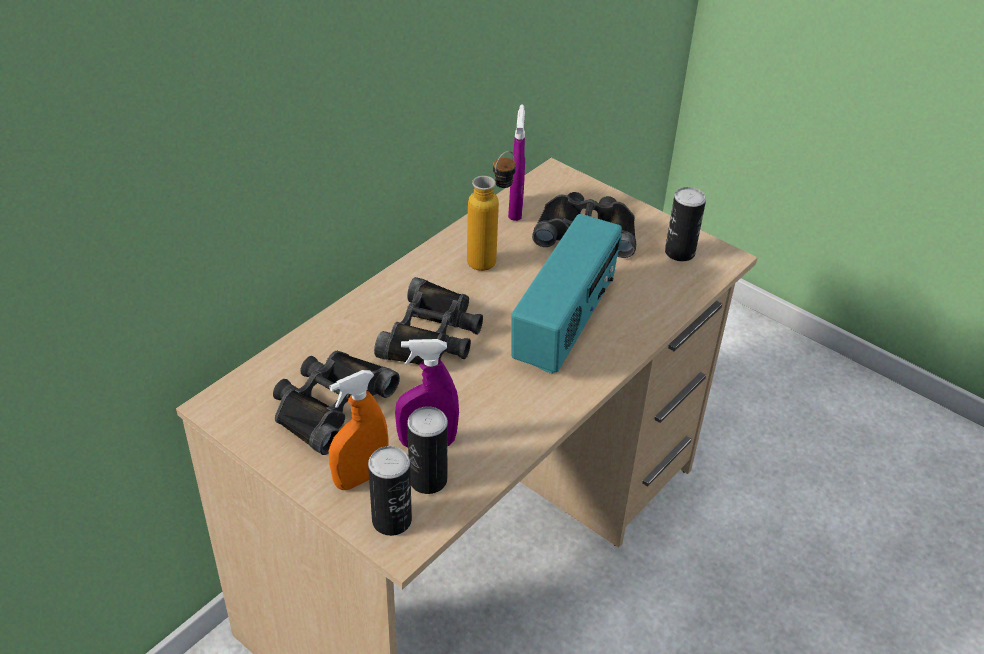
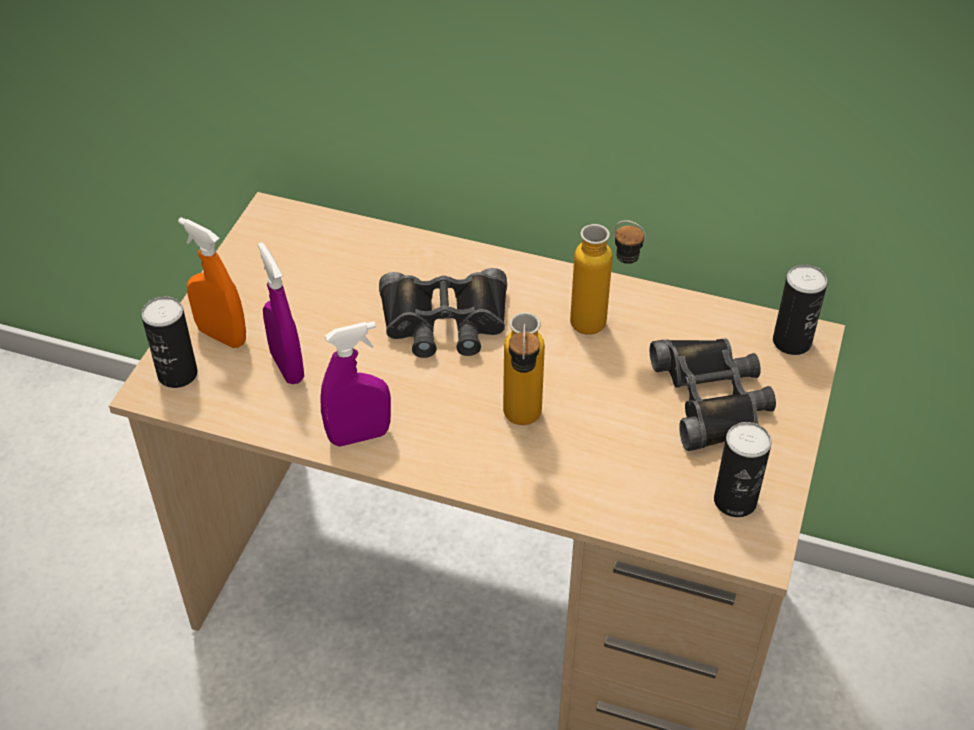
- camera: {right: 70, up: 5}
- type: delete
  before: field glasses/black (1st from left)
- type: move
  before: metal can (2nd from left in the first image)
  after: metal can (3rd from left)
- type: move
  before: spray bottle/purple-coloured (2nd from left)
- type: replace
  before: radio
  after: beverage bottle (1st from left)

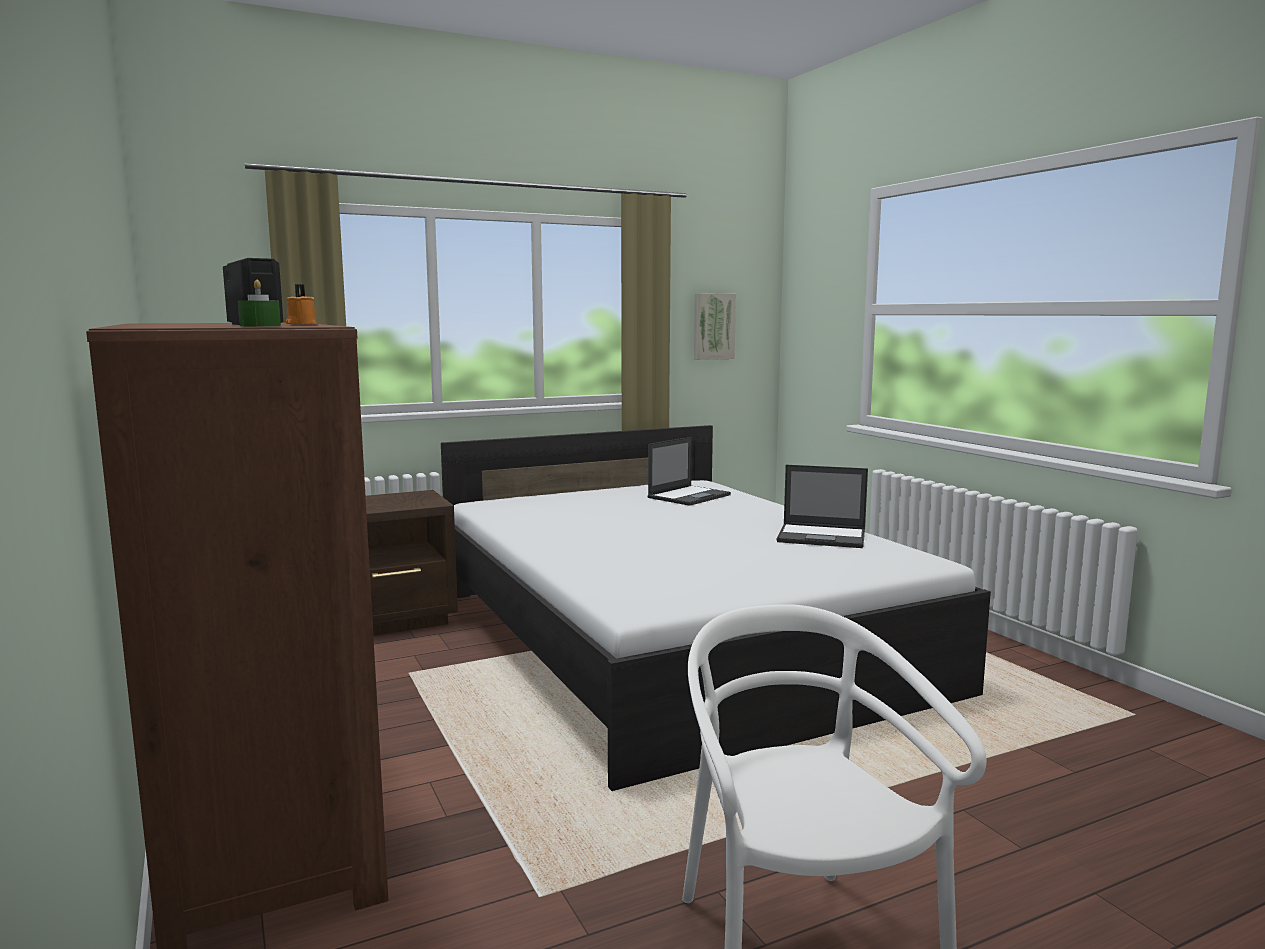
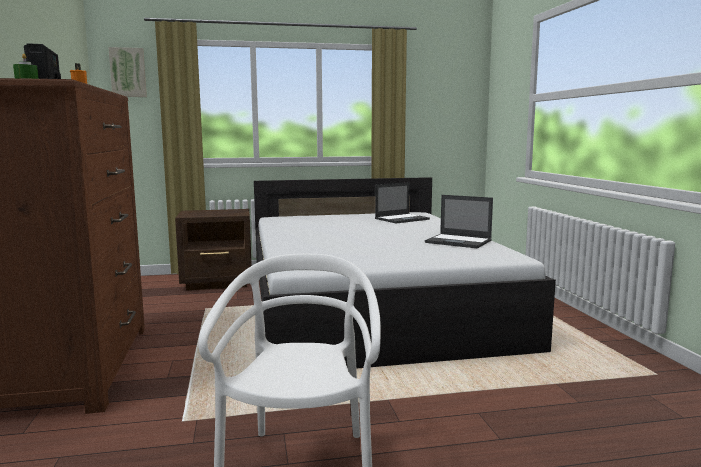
- camera: {right: 15, up: 0}
- type: move
  before: wall picture

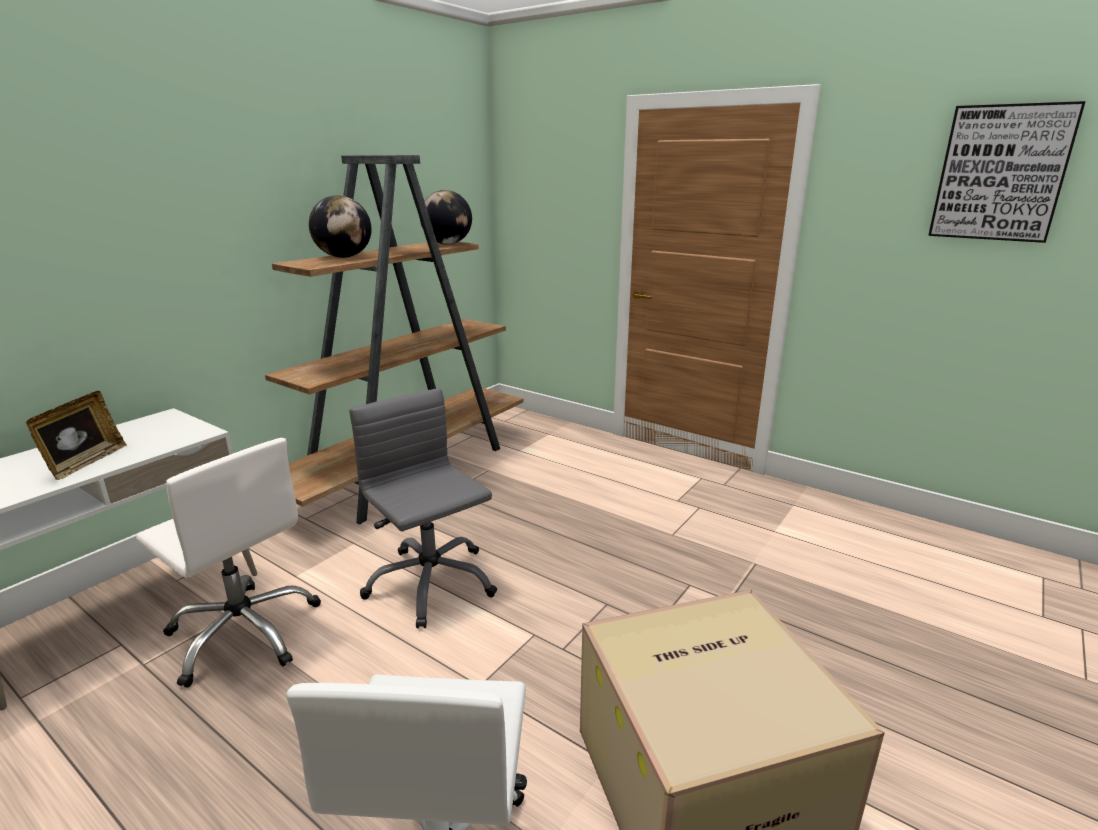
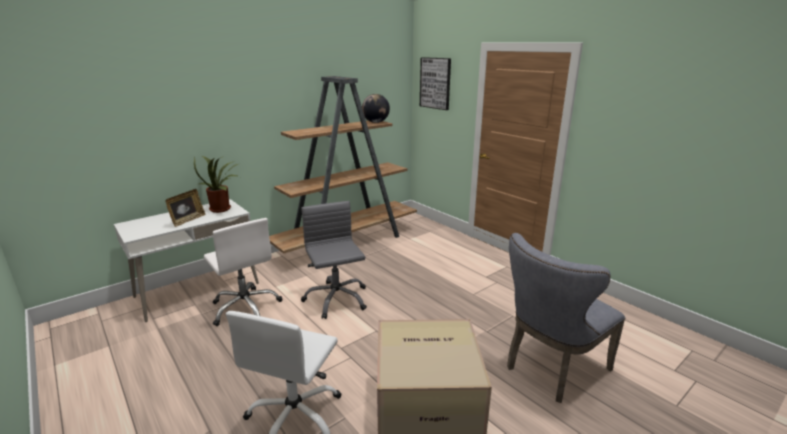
- camera: {right: 15, up: 0}
- type: delete
  before: world globe (1st from left)
- type: insert
  after: houseplant
- type: insert
  after: plain chair/greyish
- type: move
  before: wall picture

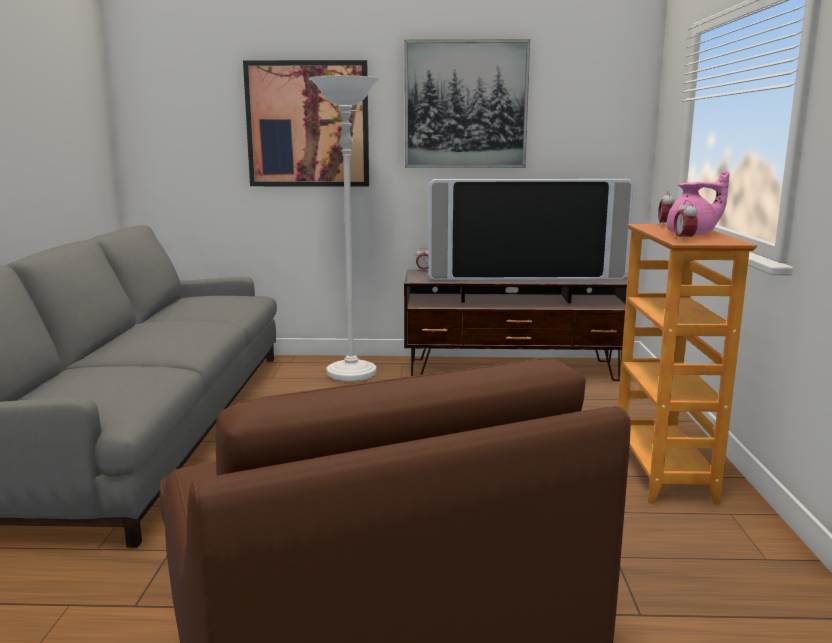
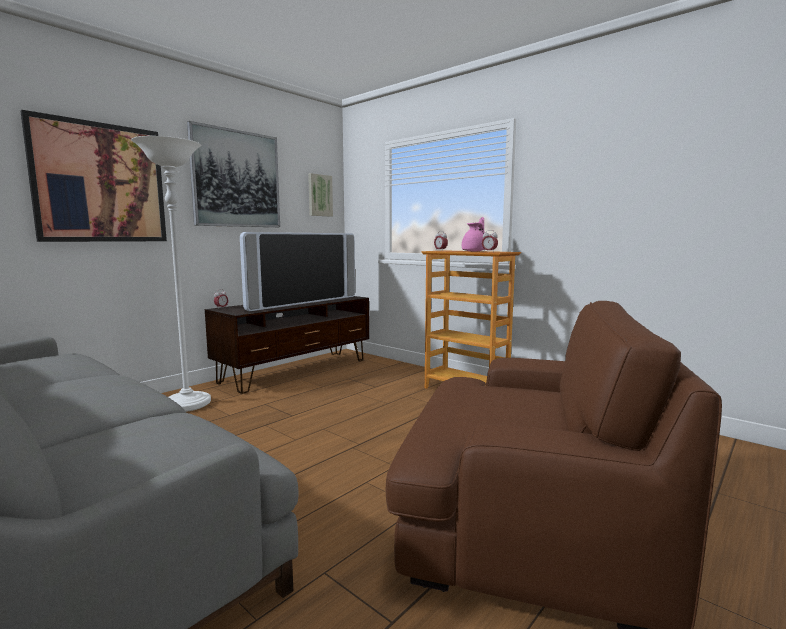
- camera: {right: -50, up: -5}
- type: insert
  after: wall picture (3rd from left)

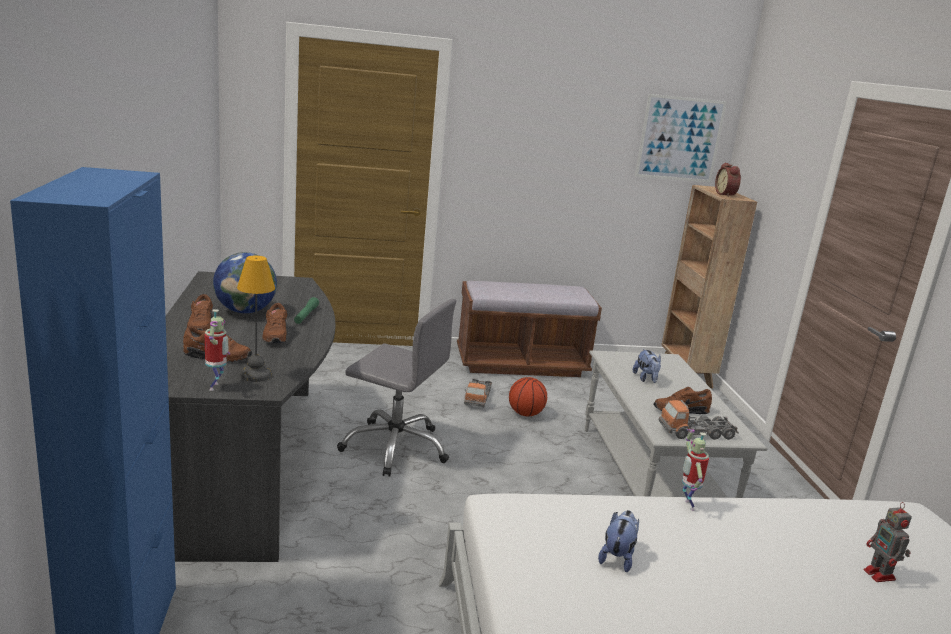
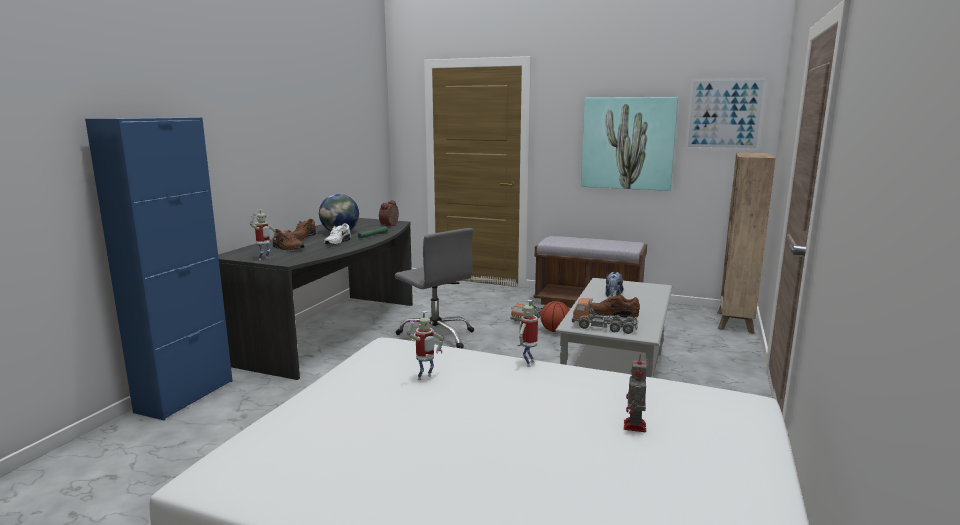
- camera: {right: 30, up: -5}
- type: delete
  before: table lamp
- type: insert
  after: wall picture (1st from left)
- type: move
  before: alarm clock
- type: replace
  before: plush toy (1st from left)
  after: model robot (2nd from left)
- type: recolor
  before: shoe/brown-coloured (3rd from left)
  after: shoe/whitish

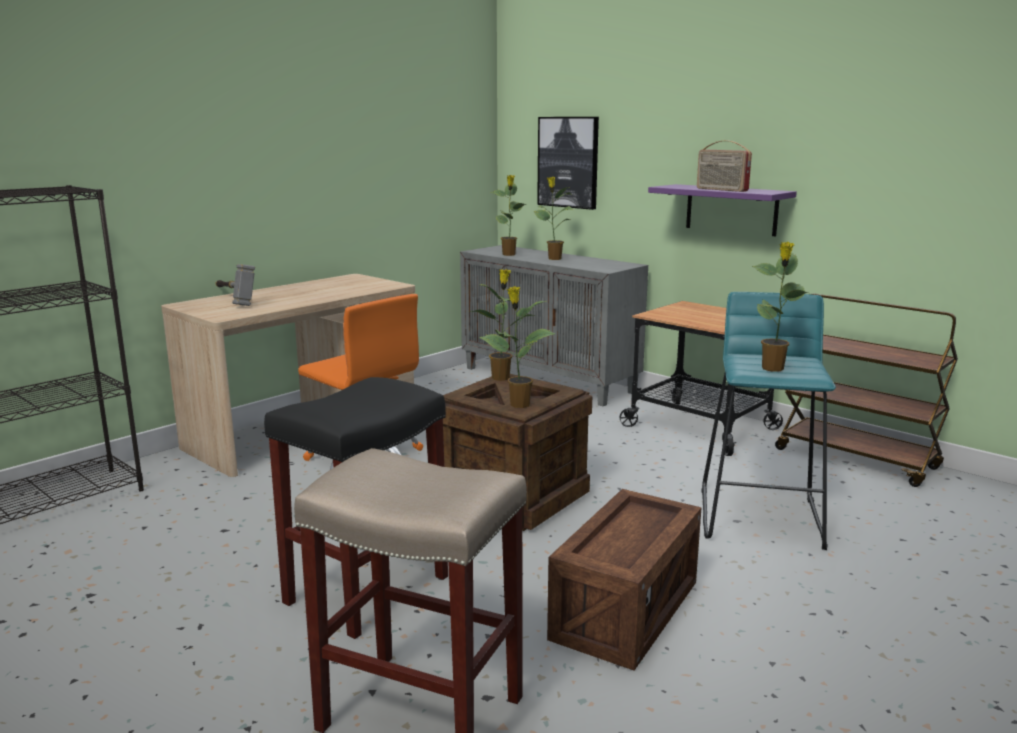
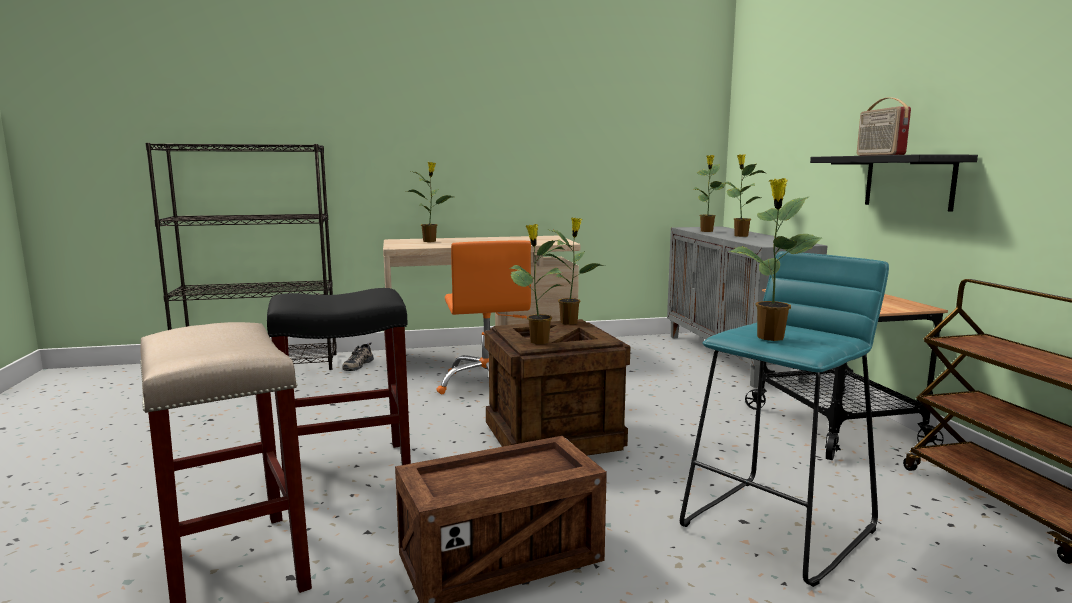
- camera: {right: 35, up: -5}
- type: delete
  before: wall picture
- type: insert
  after: shoe
- type: replace
  before: tool hammer
  after: houseplant (1st from left)
- type: recolor
  before: wall shelf/purple-coloured
  after: wall shelf/black

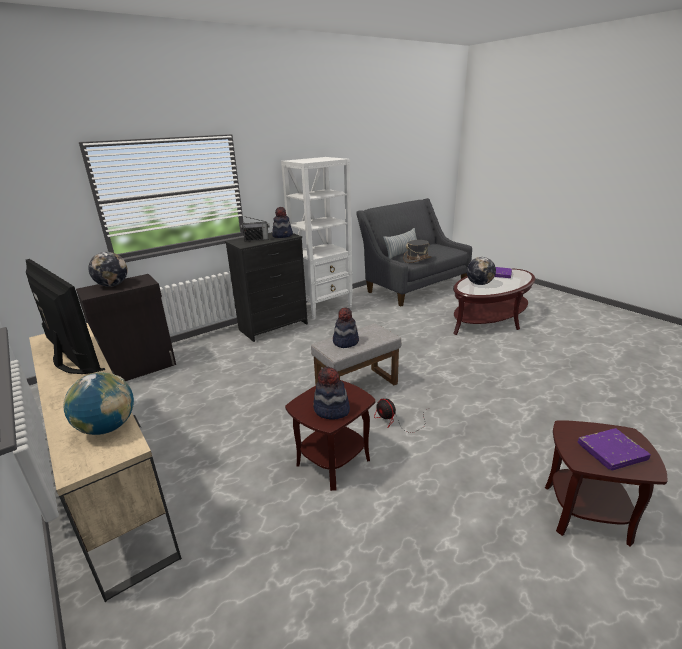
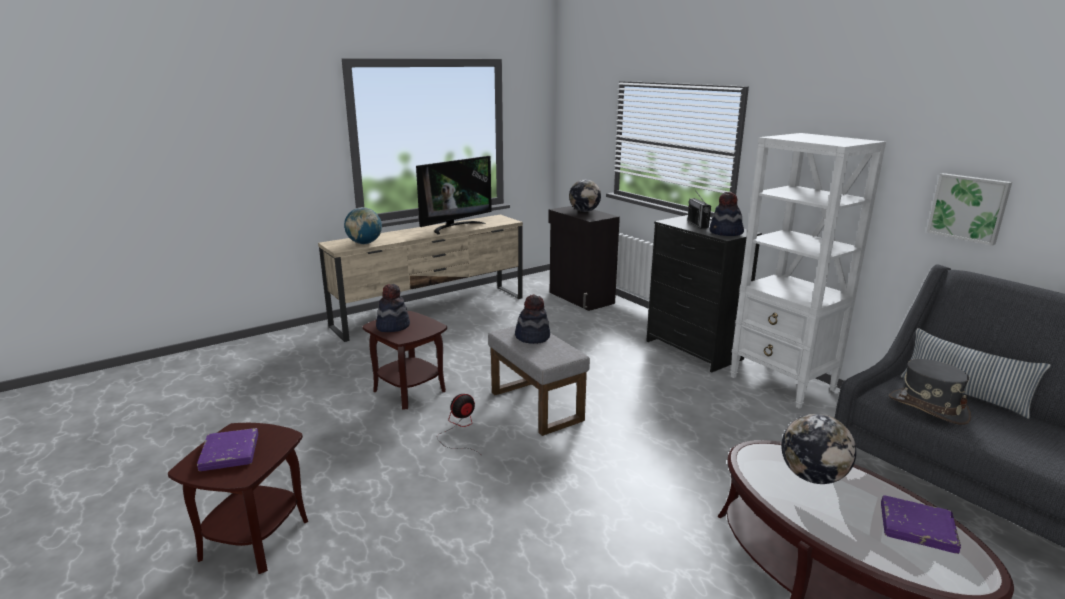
- camera: {right: 90, up: -5}
- type: insert
  after: wall picture

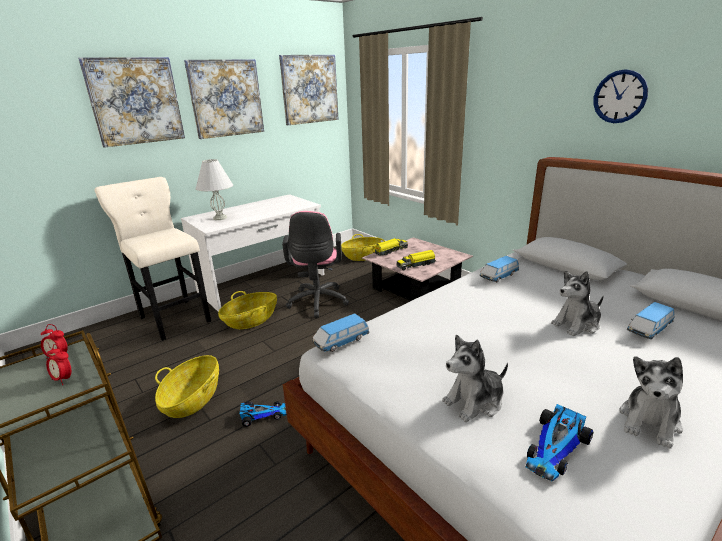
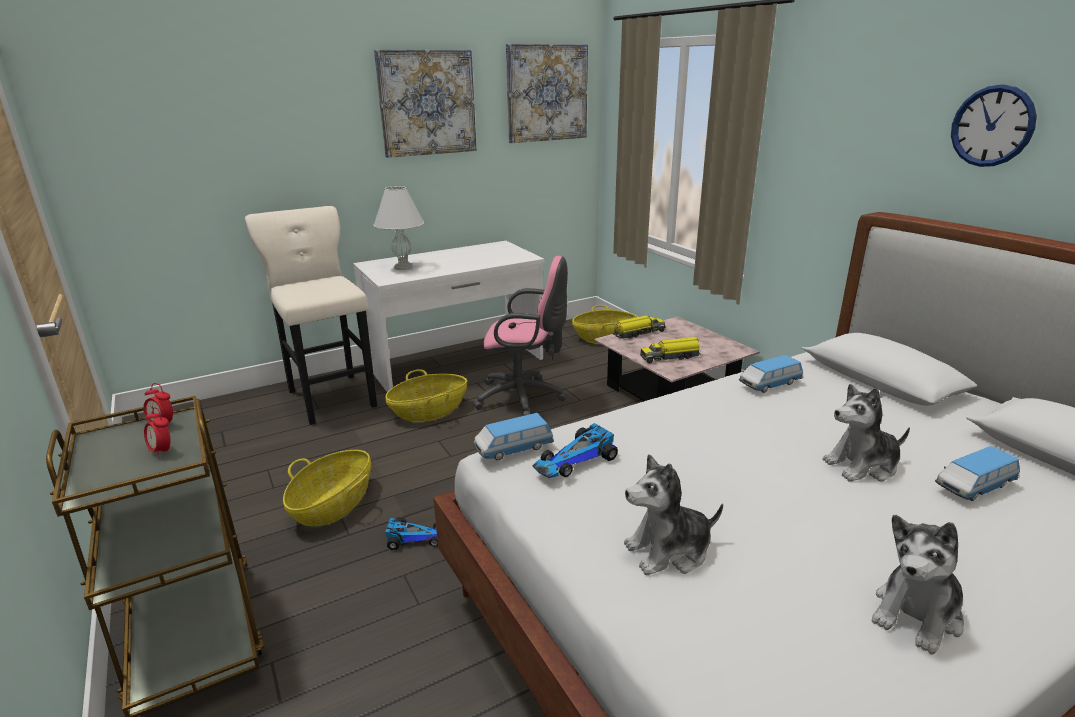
- camera: {right: 10, up: 0}
- type: delete
  before: wall picture (1st from left)
- type: move
  before: toy car (4th from left in the first image)
  after: toy car (3rd from left)
- type: rotate
  before: office chair/pink-coloured
  turn: -90

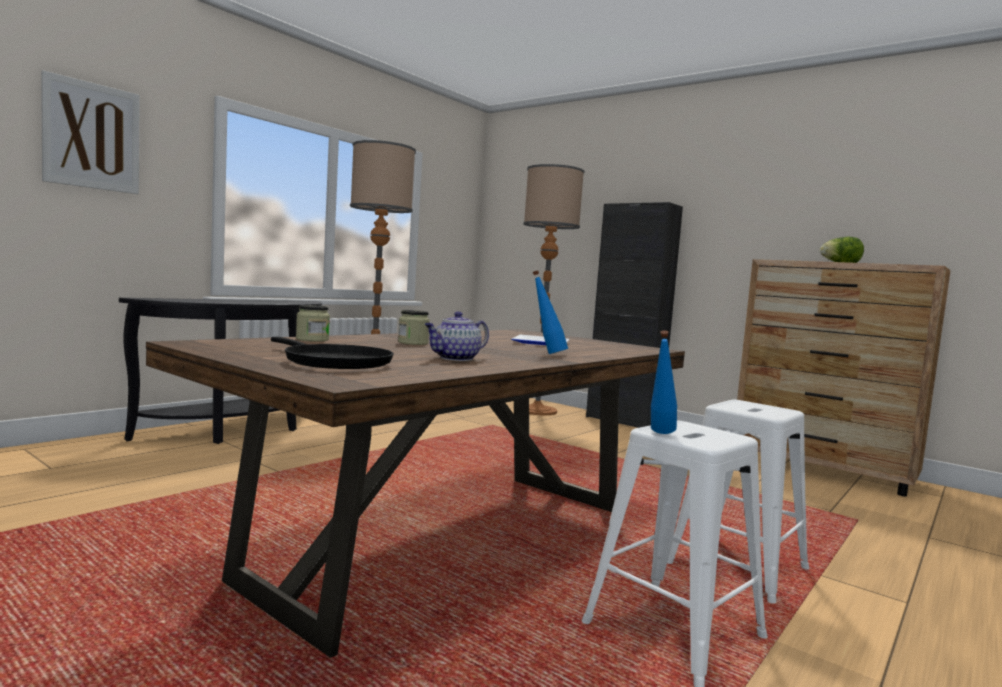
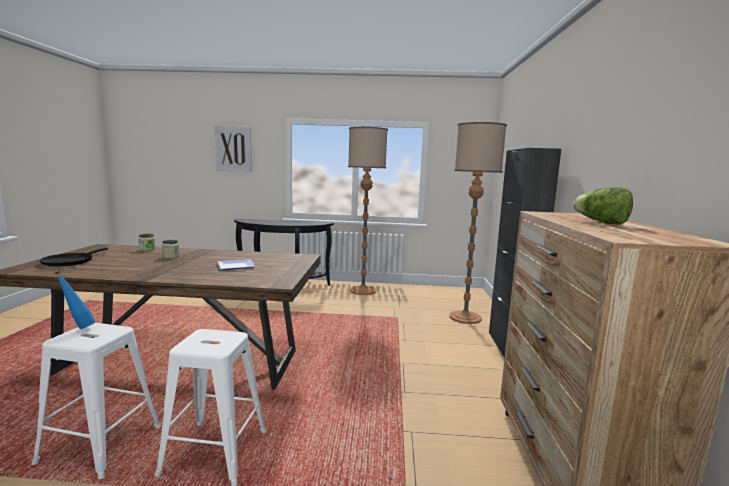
- camera: {right: 55, up: 5}
- type: delete
  before: tea pot
- type: delete
  before: beverage bottle/bluish (1st from left)

